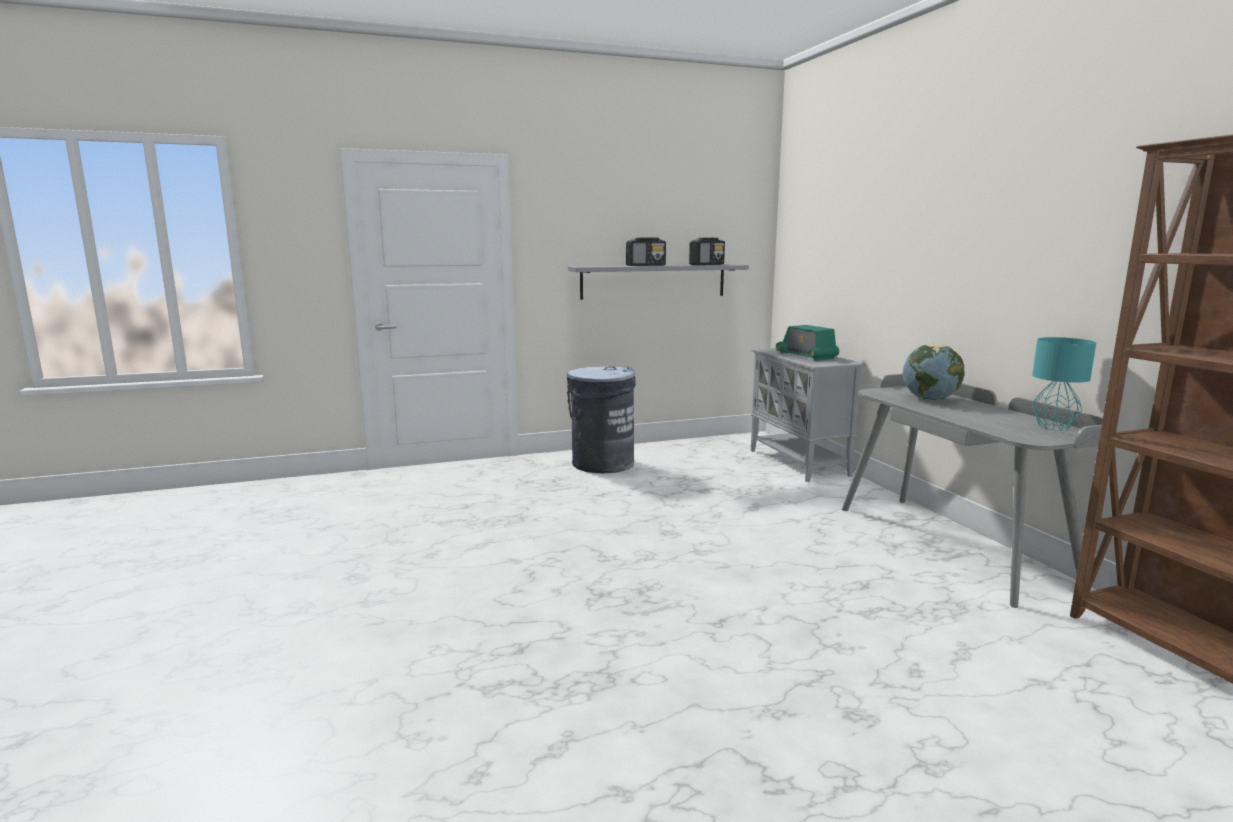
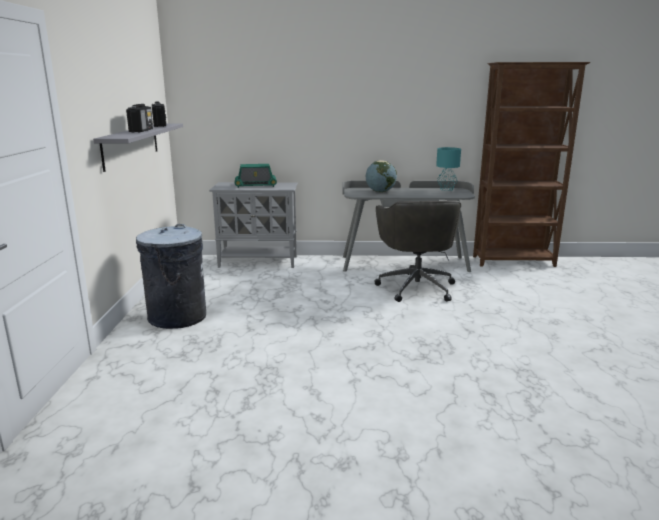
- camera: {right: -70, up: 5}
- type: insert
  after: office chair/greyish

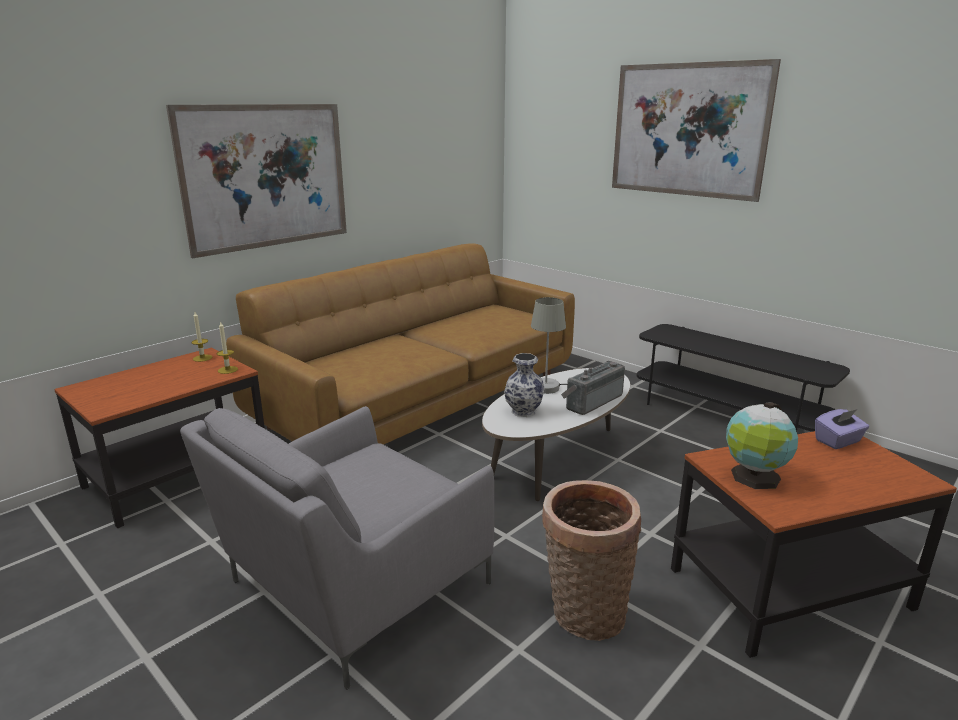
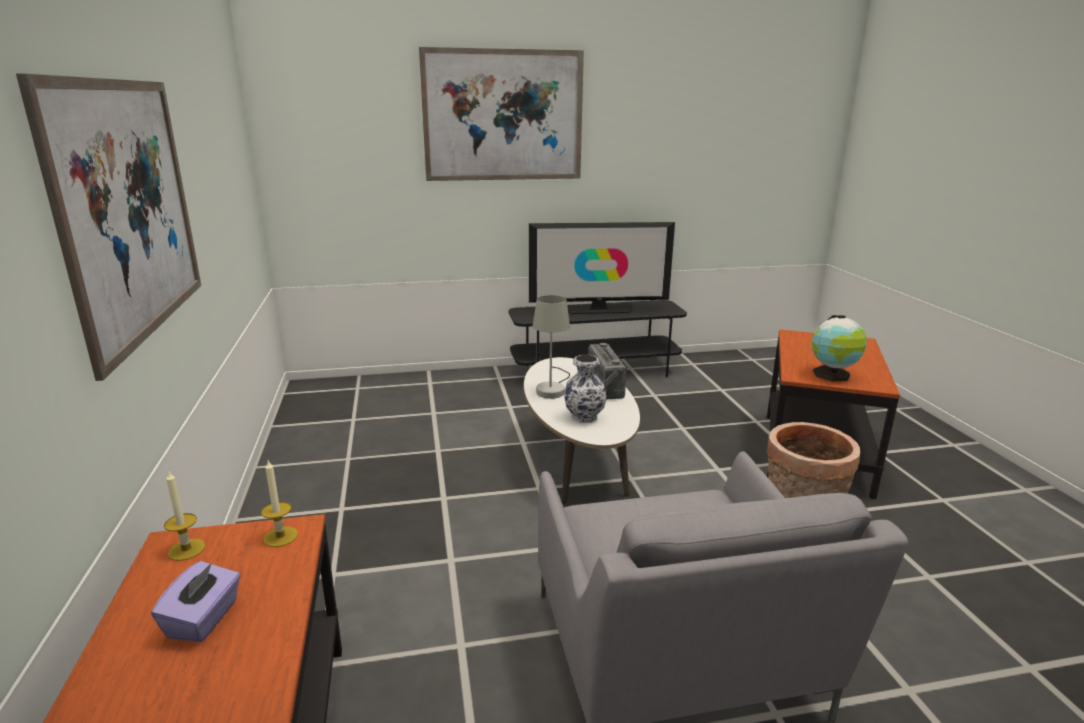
- camera: {right: -55, up: 0}
- type: delete
  before: settee/brown-coloured
- type: insert
  after: TV set
- type: move
  before: box of tissues/purple-coloured

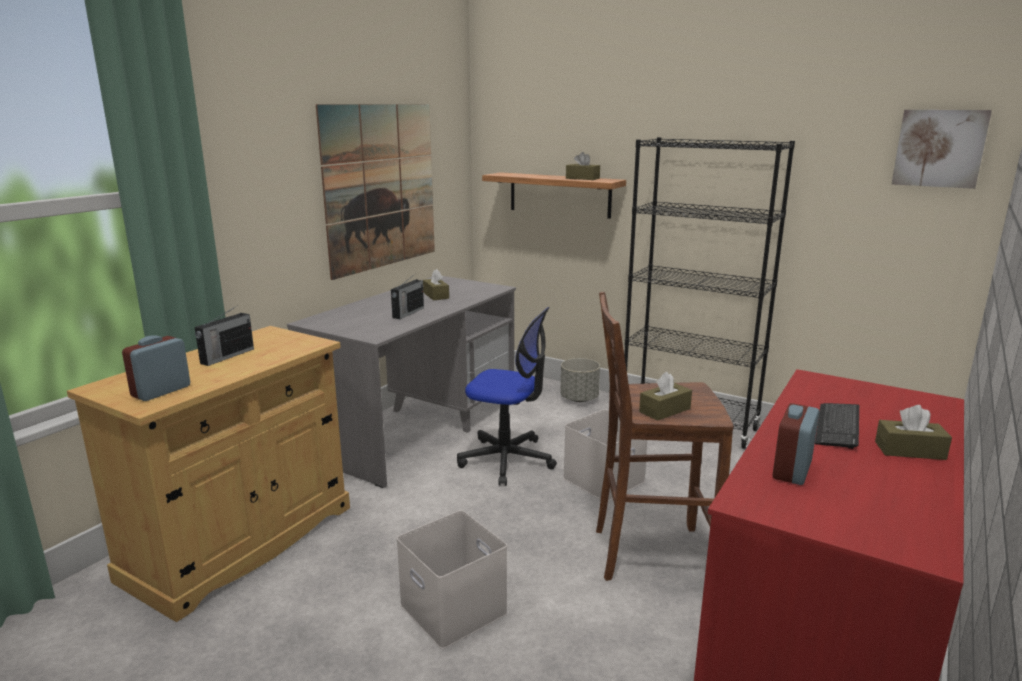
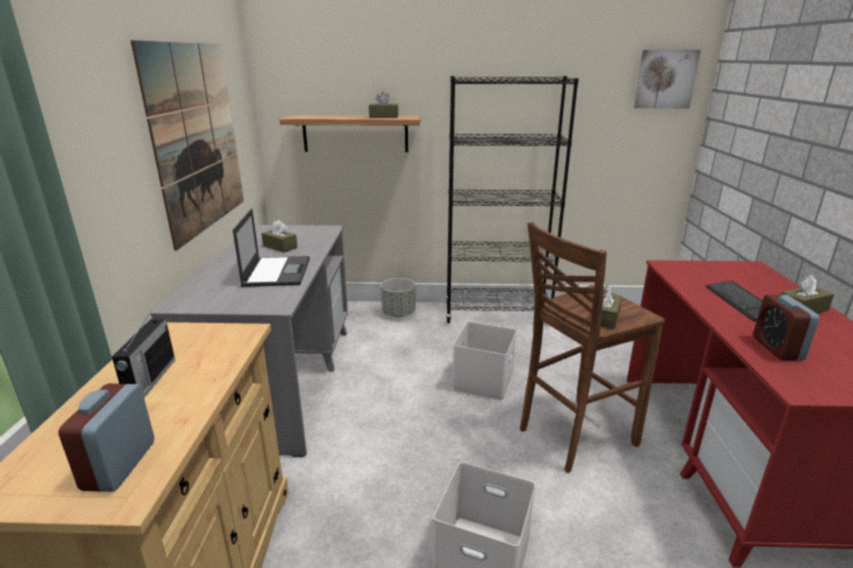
- camera: {right: -30, up: 5}
- type: delete
  before: office chair
- type: replace
  before: radio (2nd from left)
  after: notebook computer

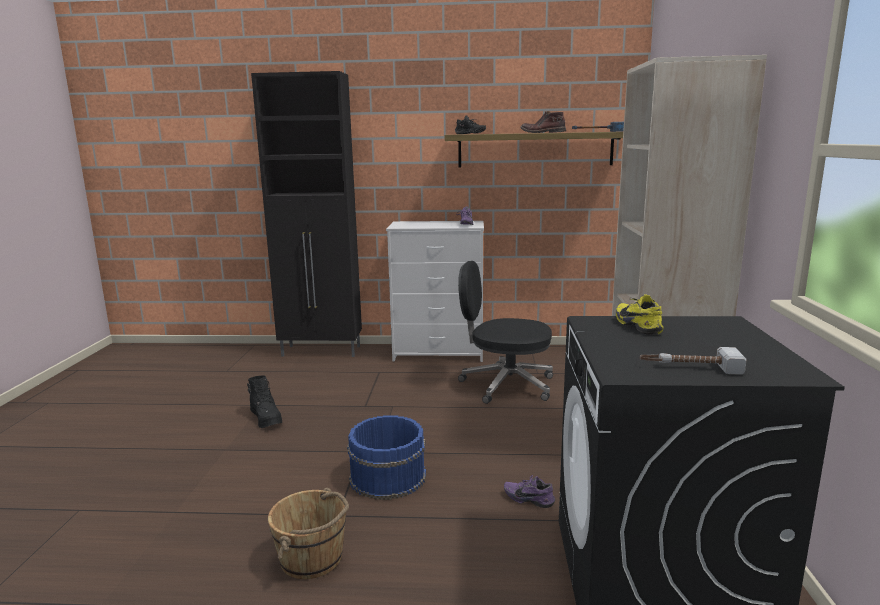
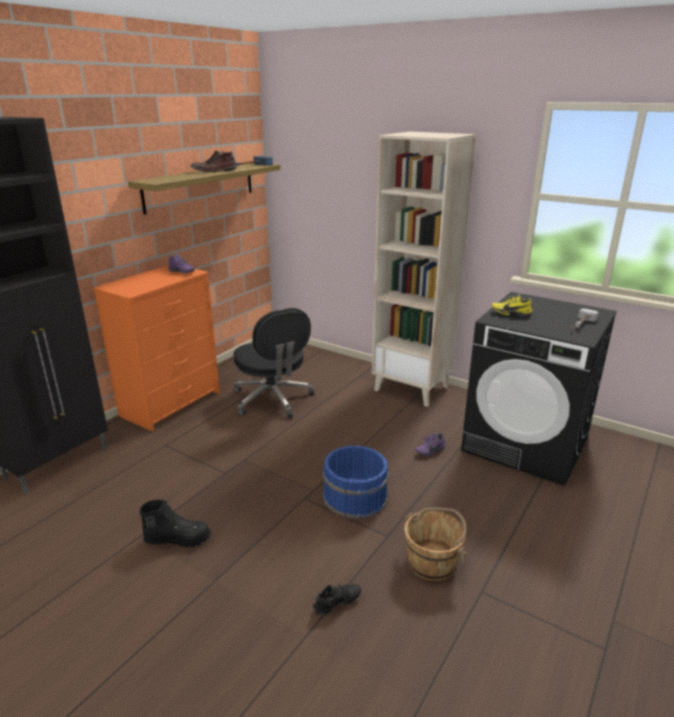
- camera: {right: -60, up: 10}
- type: move
  before: shoe/black
- type: recolor
  before: drawer chest/whitish
  after: drawer chest/orange
- type: rotate
  before: office chair/black
  turn: -75

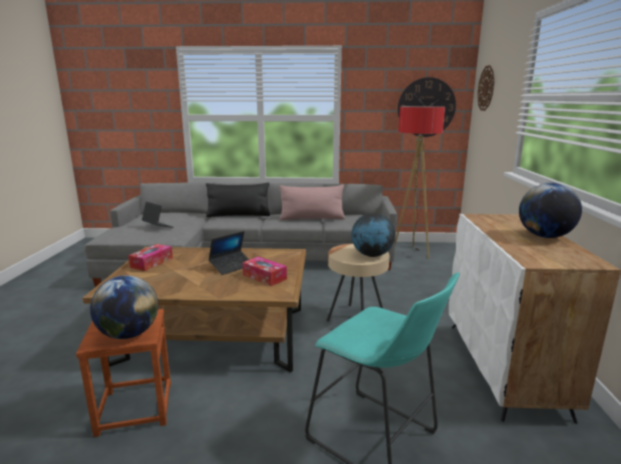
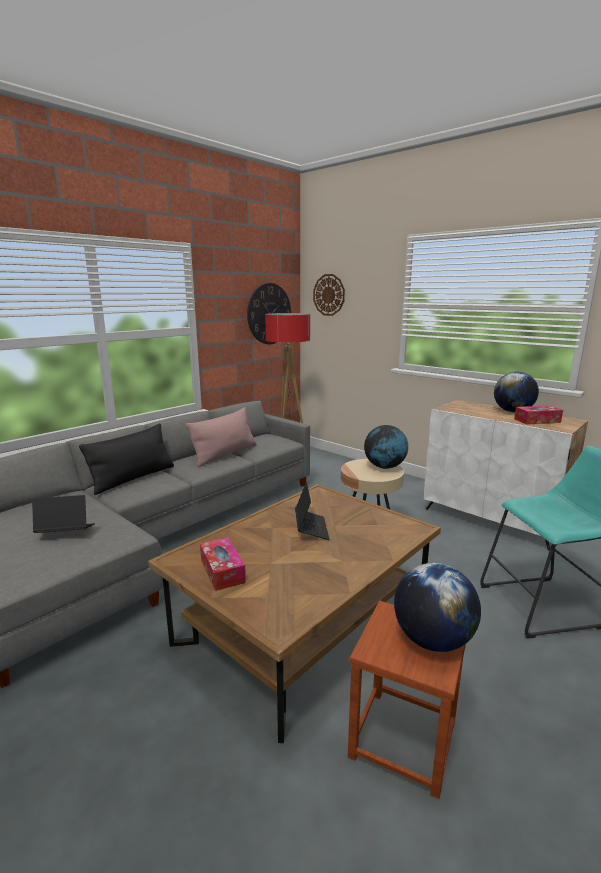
- camera: {right: -50, up: 0}
- type: move
  before: box of tissues (2nd from left)

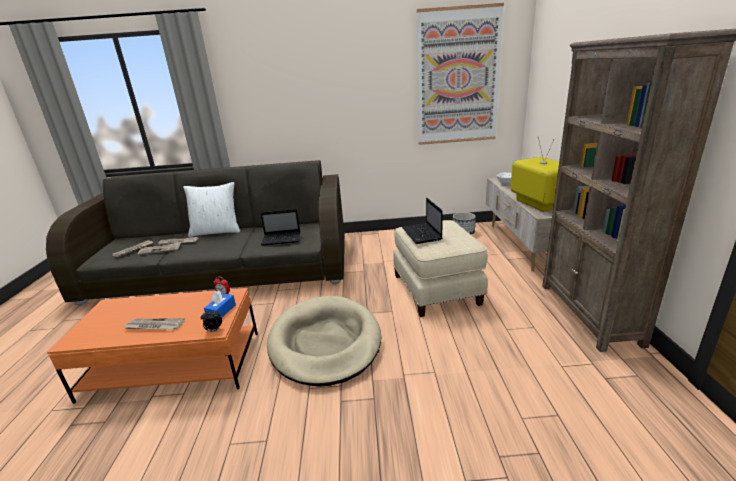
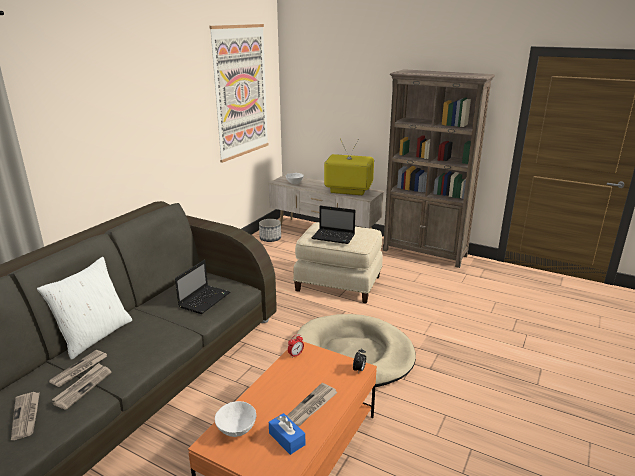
- camera: {right: -60, up: 0}
- type: insert
  after: deep dish/whitish (1st from left)
- type: move
  before: box of tissues/bluish

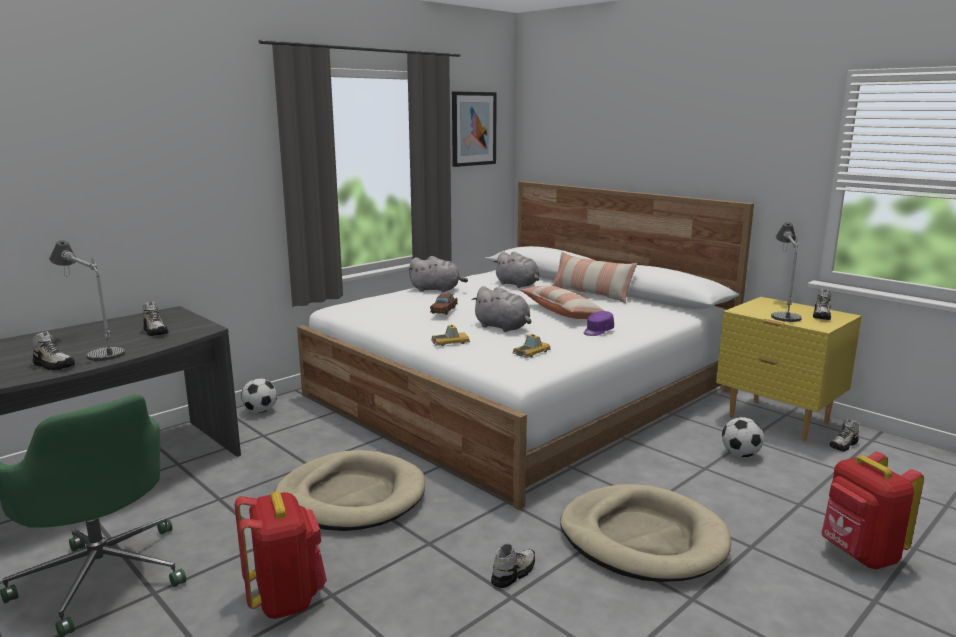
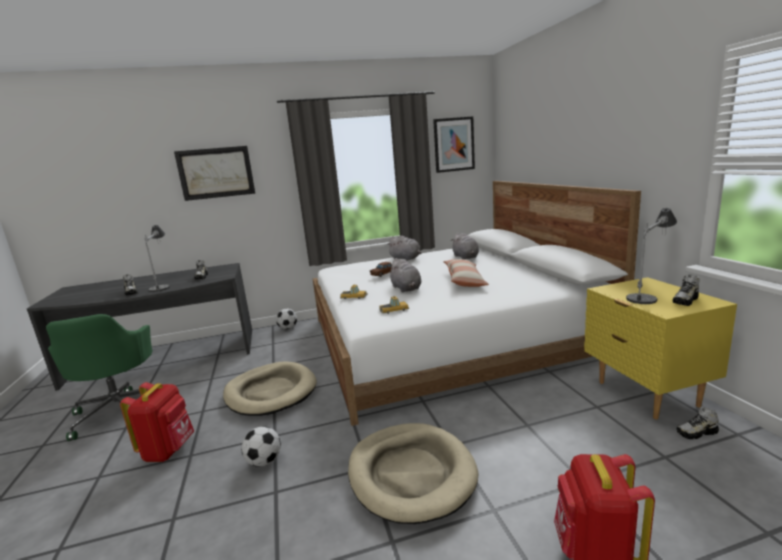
- camera: {right: 30, up: 0}
- type: delete
  before: shoe (3rd from left)
- type: delete
  before: throw pillow (2nd from left)
- type: delete
  before: peaked cap/purple-coloured
- type: insert
  after: wall picture (1st from left)
- type: move
  before: football (2nd from left in the first image)
  after: football (1st from left)

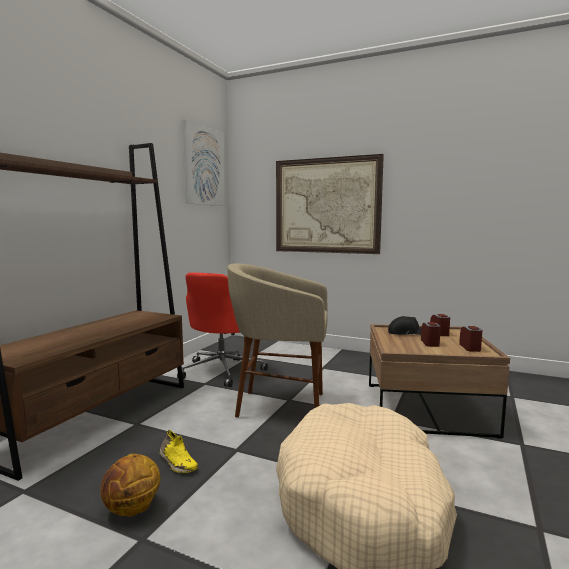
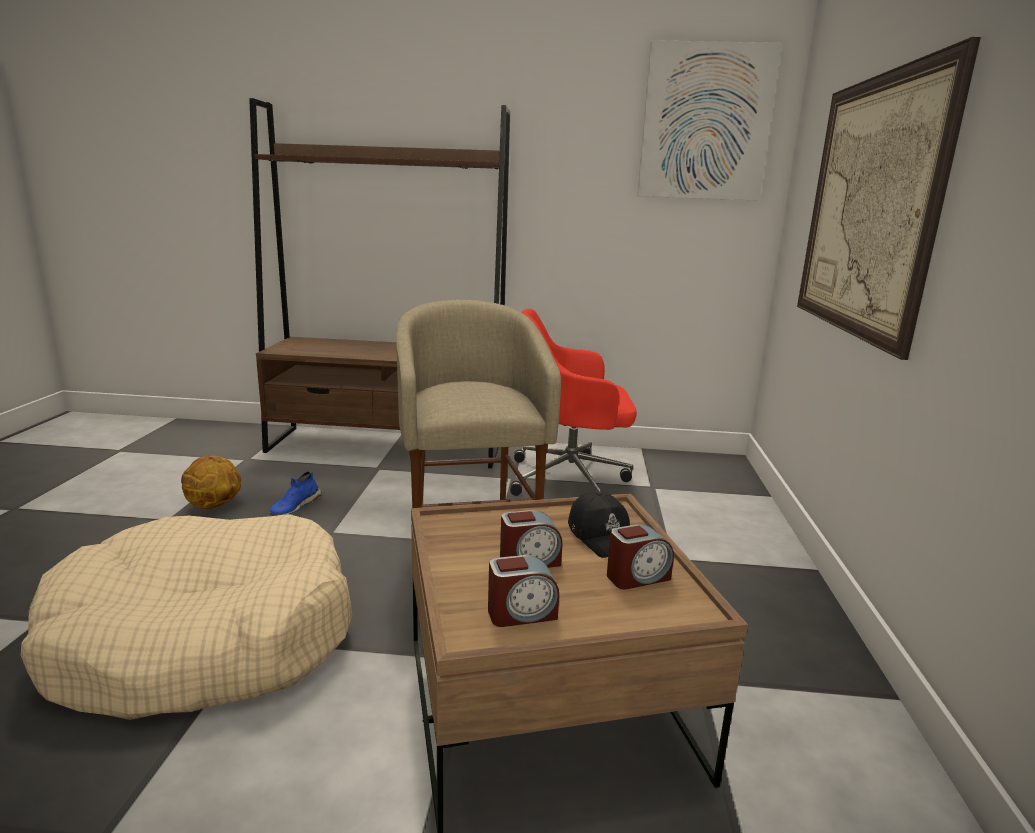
- camera: {right: 70, up: 10}
- type: recolor
  before: shoe/yellow
  after: shoe/bluish

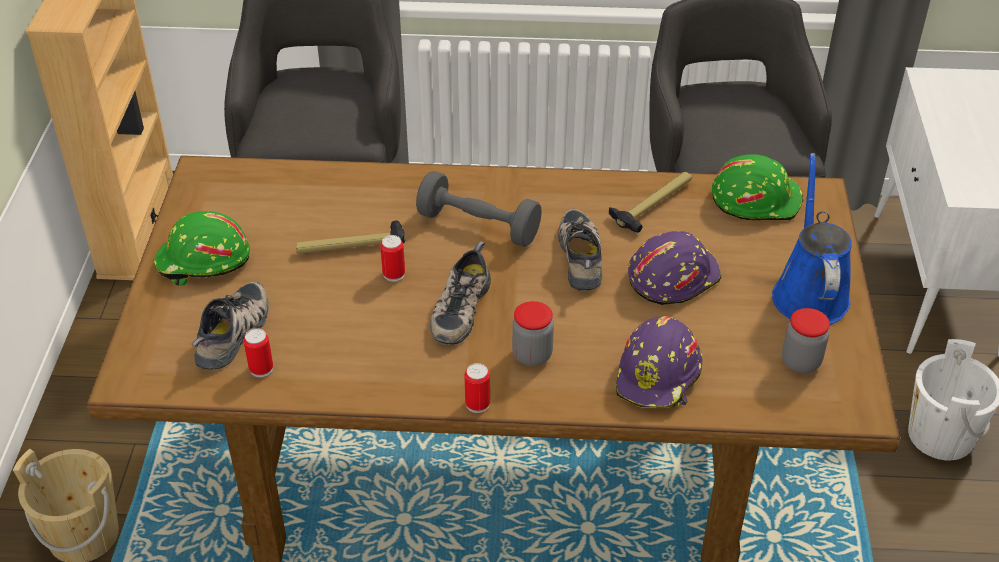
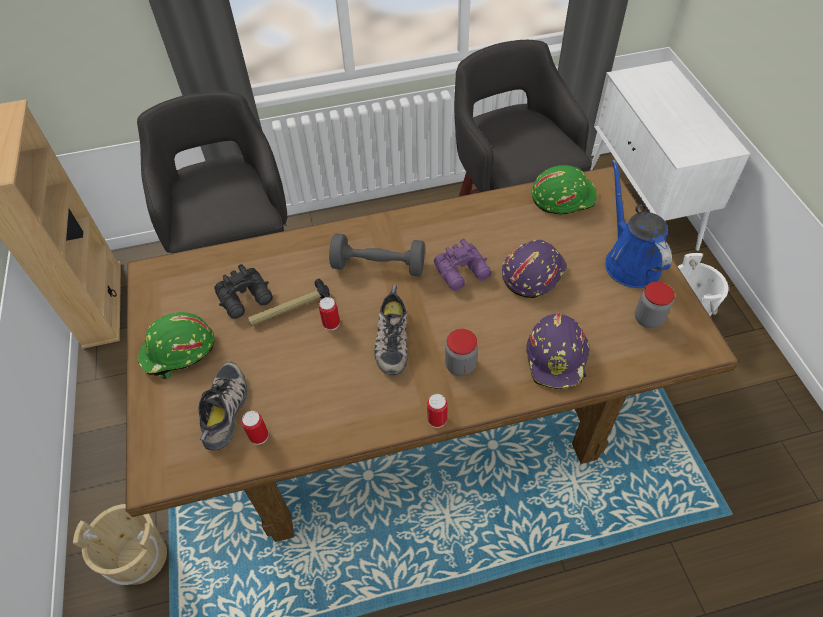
- camera: {right: -15, up: 10}
- type: delete
  before: tool hammer (2nd from left)
- type: insert
  after: field glasses/black
- type: replace
  before: shoe (3rd from left)
  after: field glasses/purple-coloured

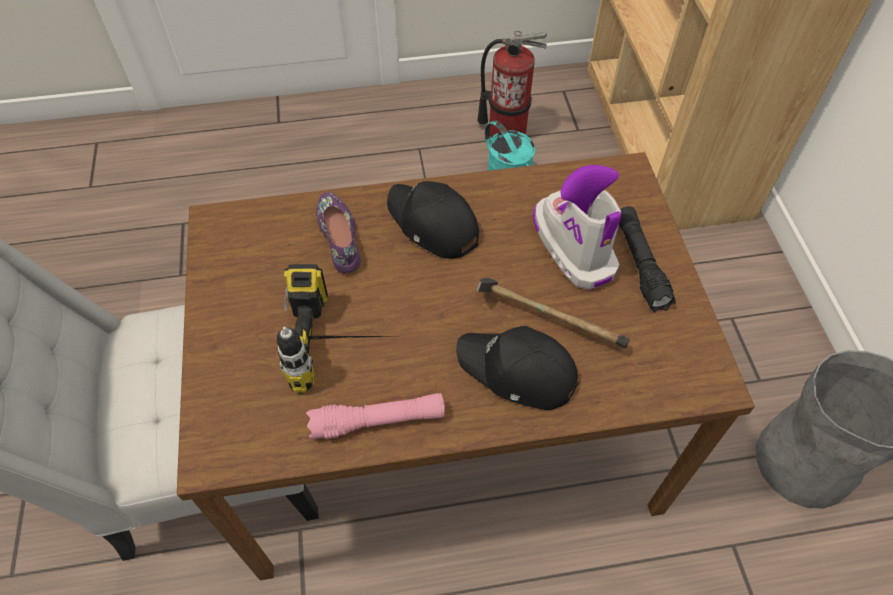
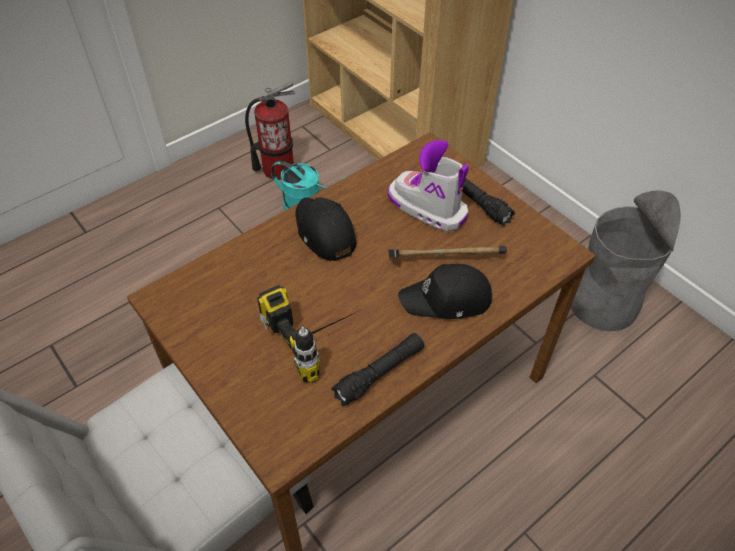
- camera: {right: -30, up: -5}
- type: delete
  before: shoe/purple-coloured
- type: recolor
  before: flashlight/pink-coloured
  after: flashlight/black (1st from left)
- type: rotate
  before: peaked cap/black (1st from left)
  turn: 45

